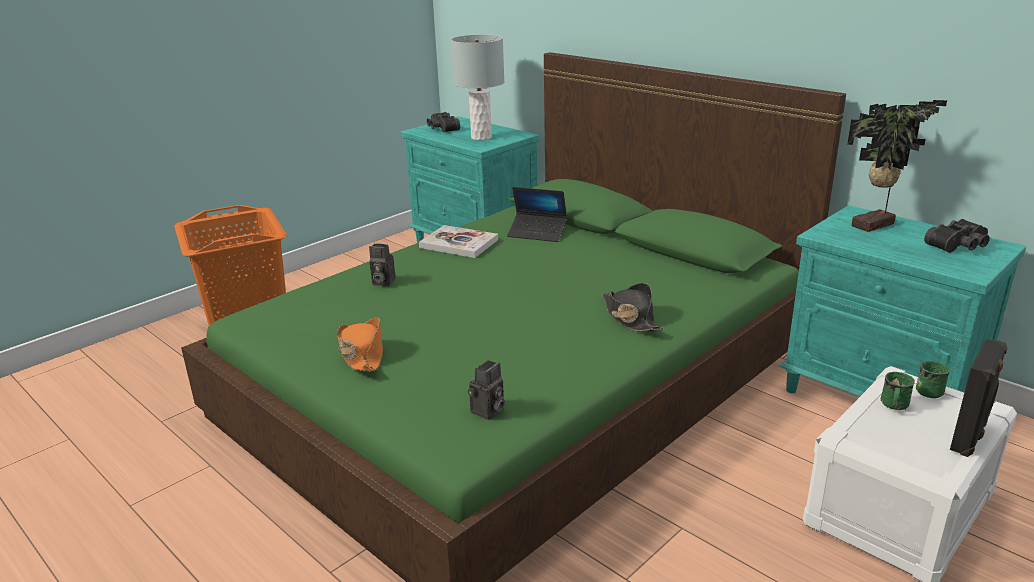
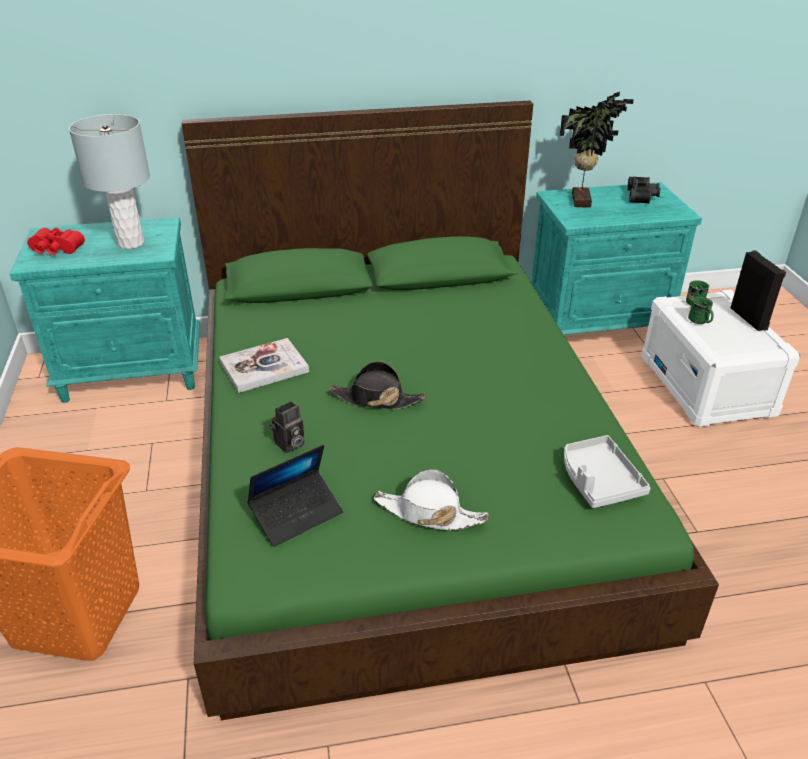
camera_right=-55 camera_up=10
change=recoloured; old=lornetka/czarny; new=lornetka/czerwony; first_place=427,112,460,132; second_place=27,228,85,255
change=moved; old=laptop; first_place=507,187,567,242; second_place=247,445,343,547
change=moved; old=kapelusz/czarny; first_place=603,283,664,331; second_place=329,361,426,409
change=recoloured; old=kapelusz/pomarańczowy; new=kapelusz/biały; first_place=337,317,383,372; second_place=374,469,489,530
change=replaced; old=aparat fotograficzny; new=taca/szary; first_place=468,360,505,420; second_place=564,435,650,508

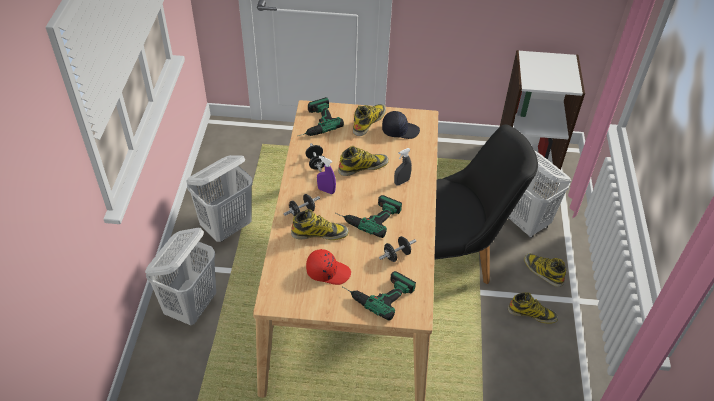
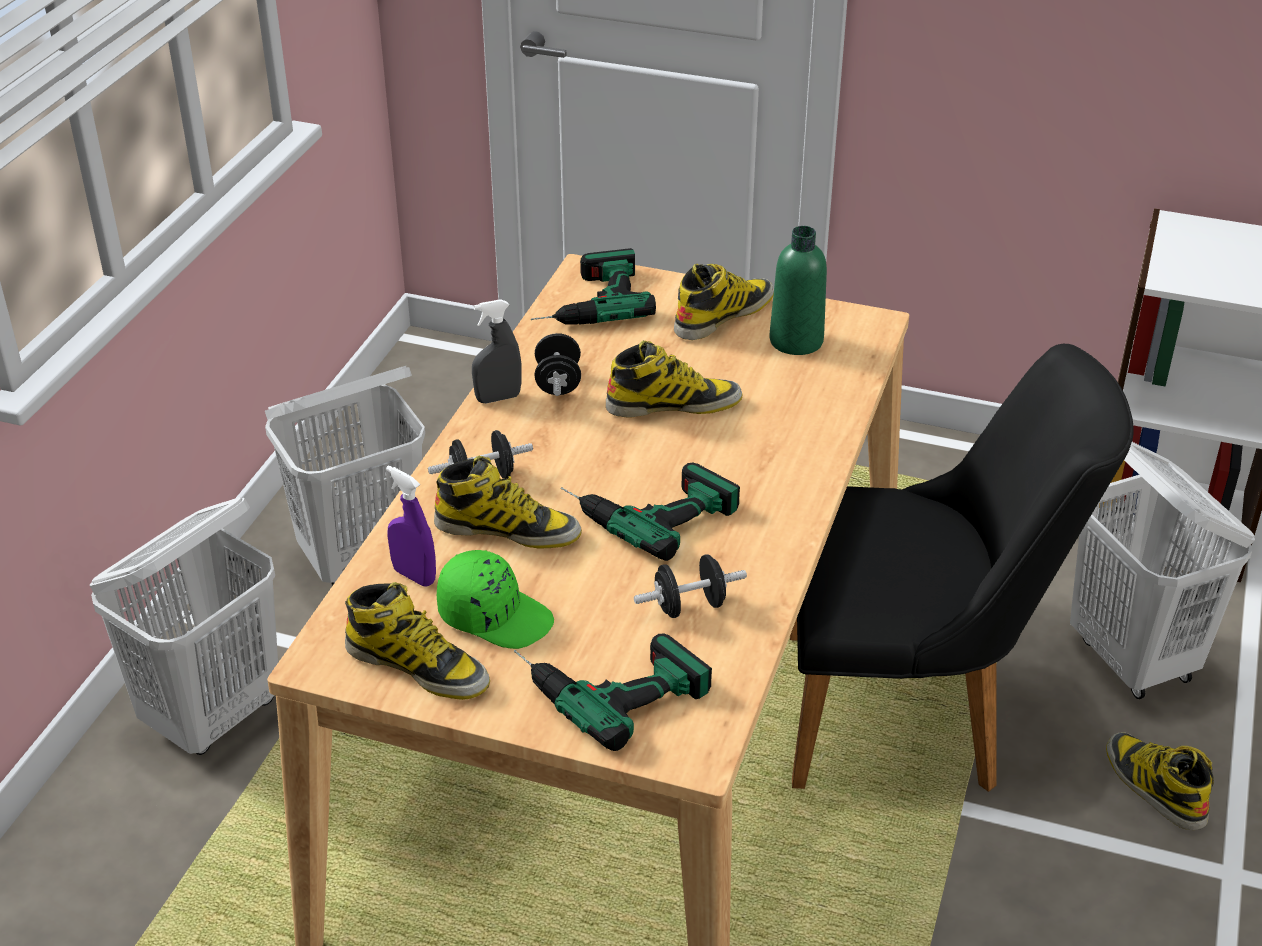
camera_right=15 camera_up=-10
change=moved; old=but z cholewką; first_place=508,293,558,323; second_place=345,582,490,700
change=moved; old=spryskiwacz/fioletowy; first_place=317,156,336,194; second_place=386,465,436,586
change=recoloured; old=czapka z daszkiem/czerwony; new=czapka z daszkiem/zielony; first_place=306,249,351,285; second_place=437,550,554,649
change=moved; old=spryskiwacz/szary; first_place=394,148,412,185; second_place=472,299,522,403
change=replaced; old=czapka z daszkiem/czarny; new=butelka/zielony; first_place=382,111,420,139; second_place=769,226,827,355

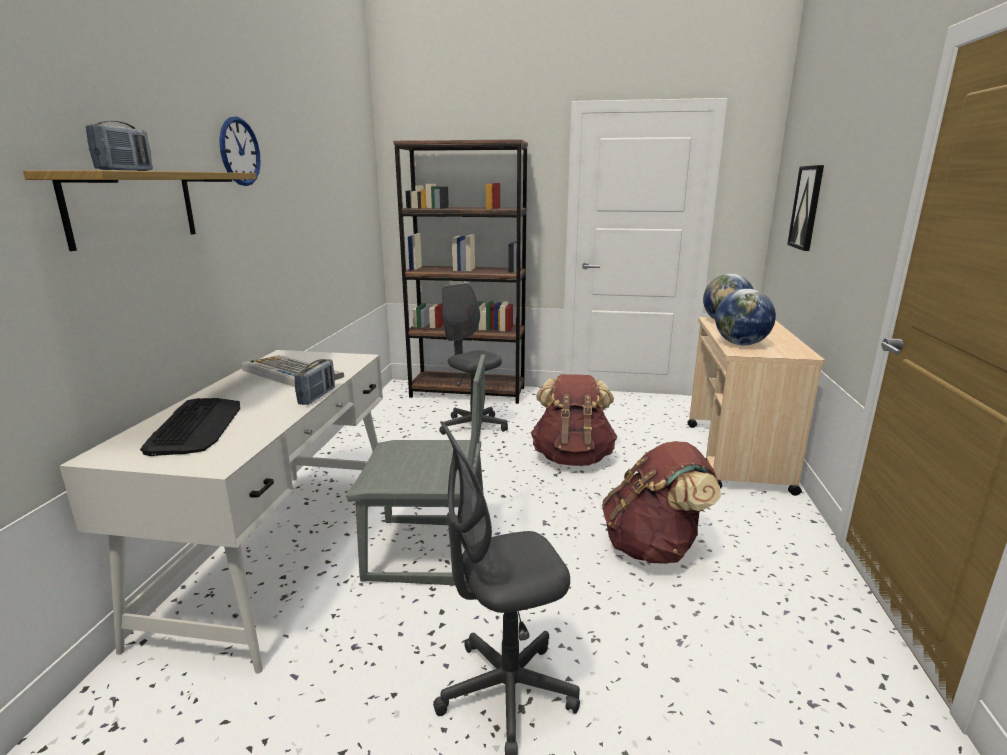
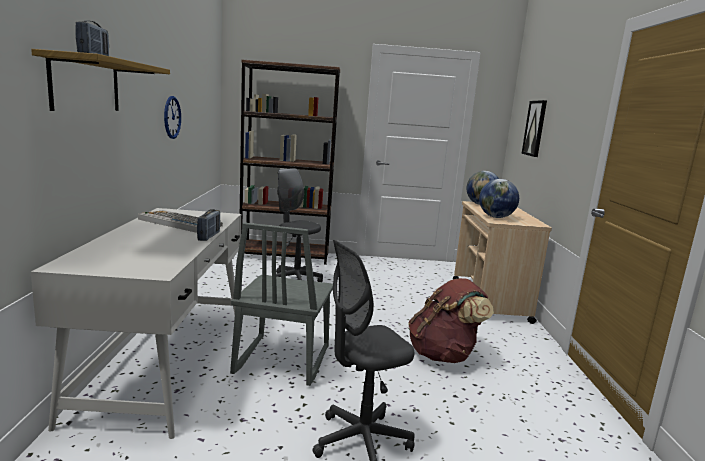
camera_right=-10 camera_up=-5
change=moved; old=zegar ścienny; first_place=219,117,261,186; second_place=164,96,181,139
change=turned; old=krzesło/szary; first_place=346,354,485,585; second_place=230,222,333,386; degrees=105
change=removed; old=klawiatura; first_place=140,398,240,456
change=removed; old=plecak/brązowy; first_place=531,374,617,466

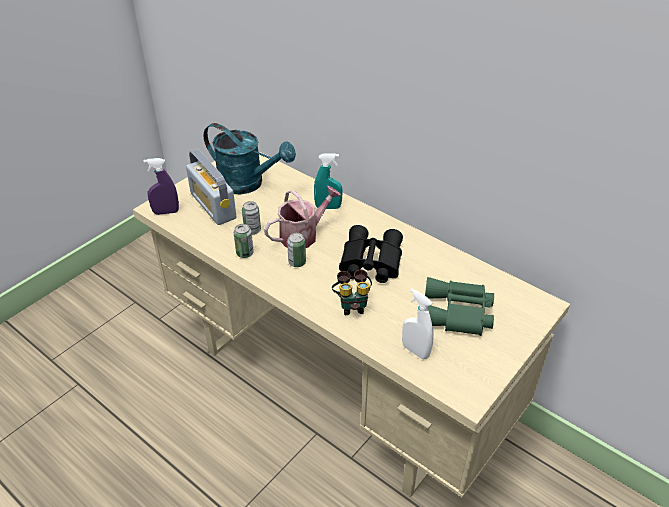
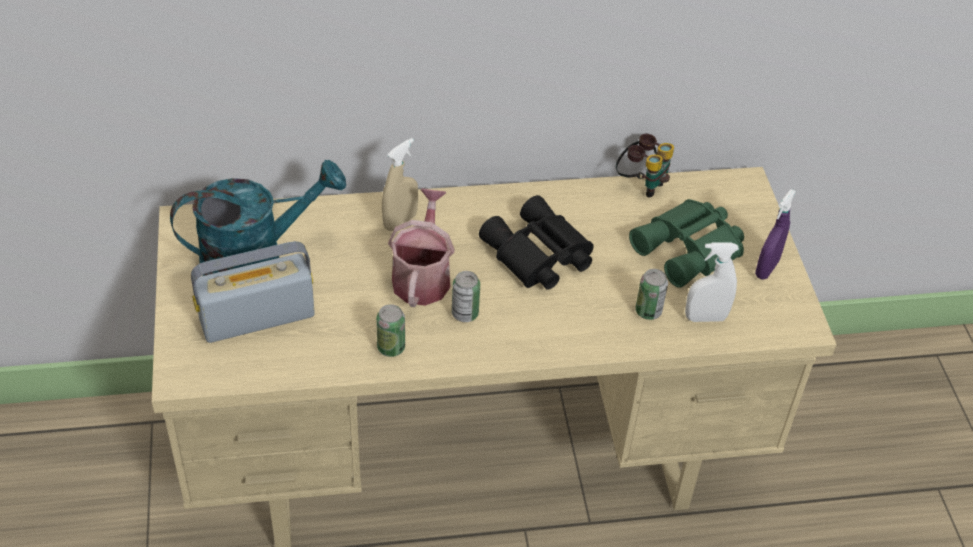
camera_right=-50 camera_up=5
change=turned; old=radio; first_place=186,149,236,225; second_place=191,241,315,343; degrees=150
change=recoloured; old=spryskiwacz/turkusowy; new=spryskiwacz/beżowy; first_place=314,154,343,209; second_place=382,138,418,231
change=moved; old=lornetka; first_place=332,270,372,315; second_place=616,134,674,198
change=moved; old=puszka; first_place=242,201,261,235; second_place=635,269,668,320
change=moved; old=spryskiwacz/fioletowy; first_place=144,158,179,215; second_place=755,189,796,280

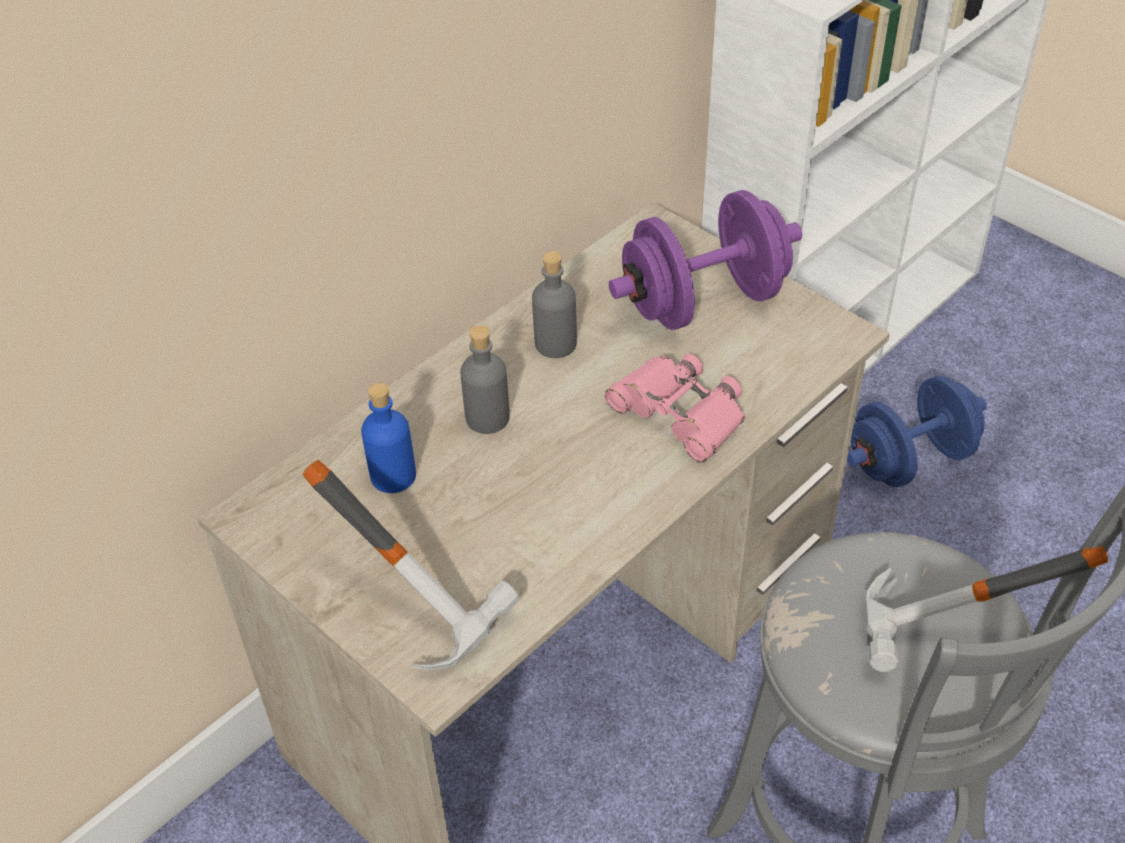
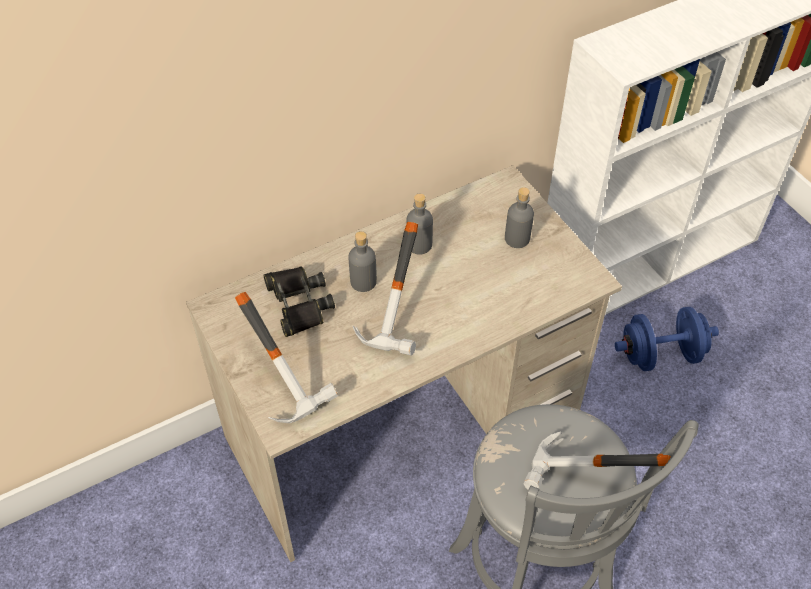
camera_right=15 camera_up=5
change=replaced; old=butelka/niebieski; new=lornetka/czarny; first_place=361,383,416,493; second_place=264,266,335,337
change=added; new=młotek; second_place=352,222,418,356
change=replaced; old=hantel/fioletowy; new=butelka/szary; first_place=609,190,802,330; second_place=505,187,534,248
change=removed; old=lornetka/różowy; first_place=605,354,745,463

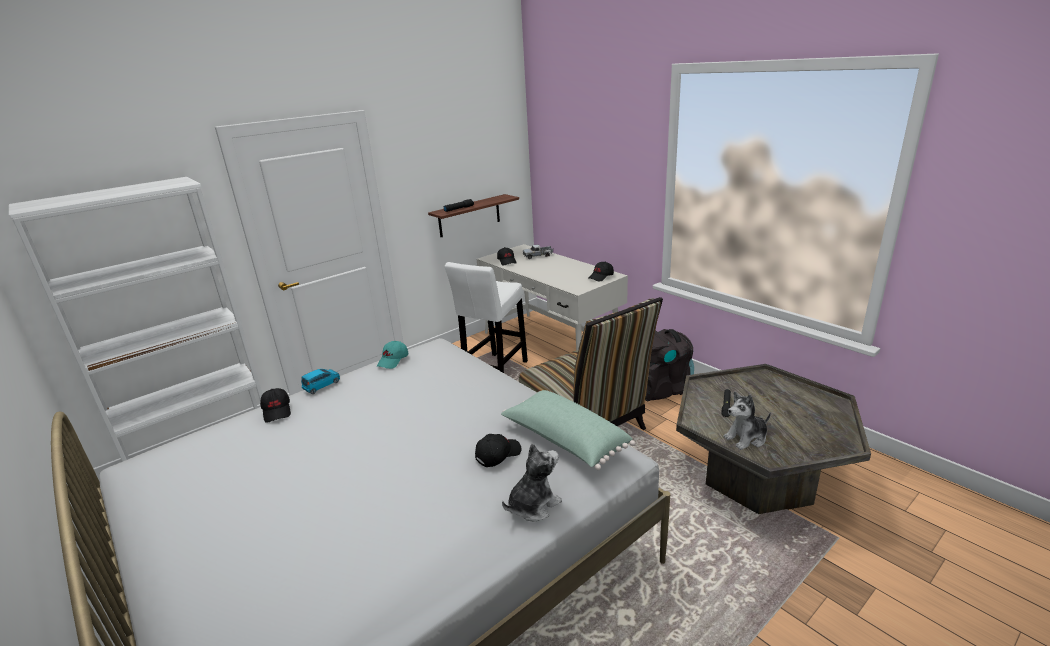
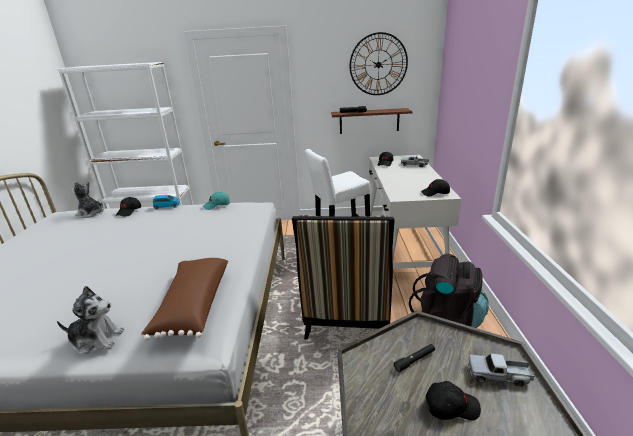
camera_right=40 camera_up=0
change=moved; old=pluszak; first_place=723,391,771,450; second_place=72,181,104,218
change=recoloured; old=poduszka/zielony; new=poduszka/brązowy; first_place=501,390,635,470; second_place=141,258,228,341
change=added; new=zegar ścienny; second_place=349,32,408,95
change=moved; old=czapka z daszkiem/czarny; first_place=475,434,522,467; second_place=426,381,481,421
change=added; new=ciężarówka zabawkowa; second_place=468,353,534,386

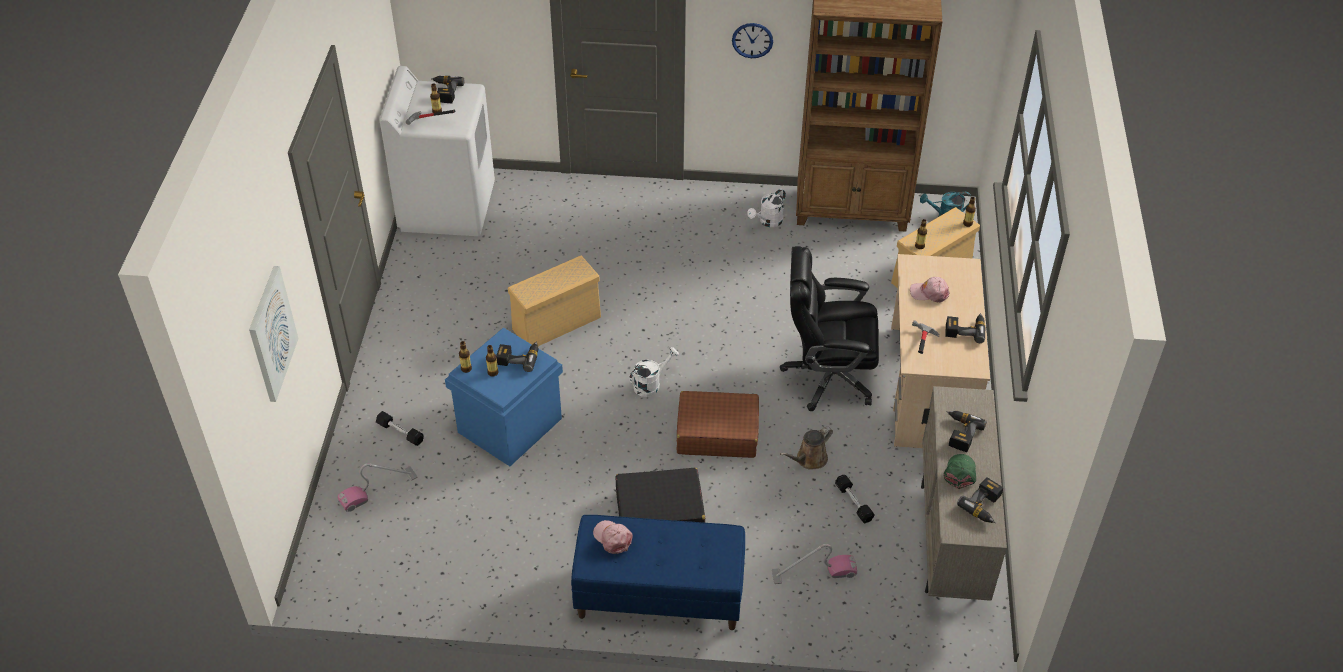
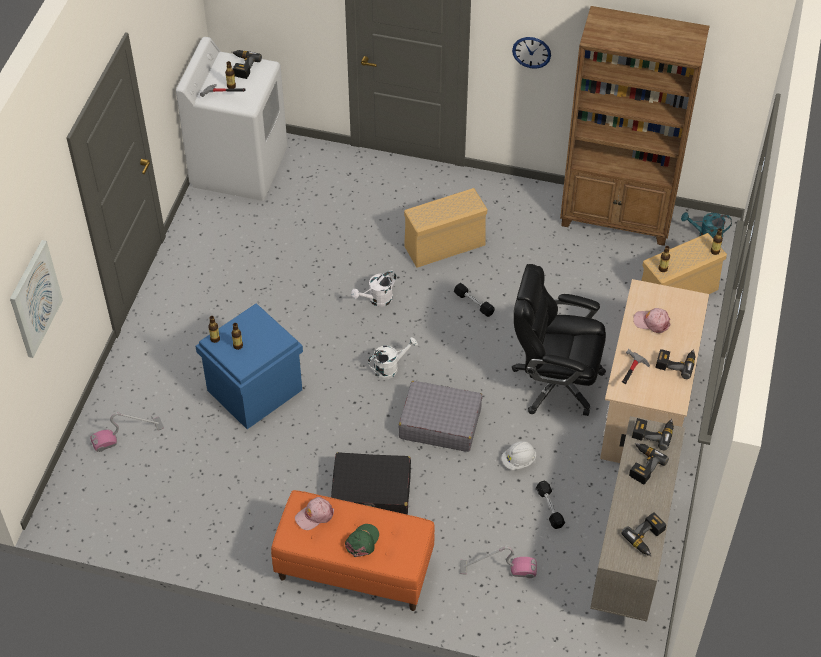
camera_right=10 camera_up=5
change=recoloured; old=ławka/niebieski; new=ławka/pomarańczowy; first_place=571,515,745,630; second_place=271,490,435,611
change=turned; old=czapka z daszkiem/różowy; first_place=593,520,633,554; second_place=295,497,334,530; degrees=-90
change=moved; old=czapka z daszkiem/zielony; first_place=944,454,977,489; second_place=345,524,379,557
change=moved; old=konewka/biały; first_place=747,189,786,227; second_place=351,271,396,307
change=recoloured; old=walizka/brązowy; new=walizka/szary; first_place=677,391,759,458; second_place=399,381,482,452
change=moved; old=pojemnik do przechowywania/beżowy; first_place=508,256,601,346; second_place=404,188,487,268
change=moved; old=hantel/czarny; first_place=376,411,424,446; second_place=454,283,495,317
change=replaced; old=konewka/brązowy; new=kask/biały; first_place=780,427,833,470; second_place=501,441,536,470
change=moved; old=wiertarka; first_place=496,341,539,372; second_place=632,418,674,450

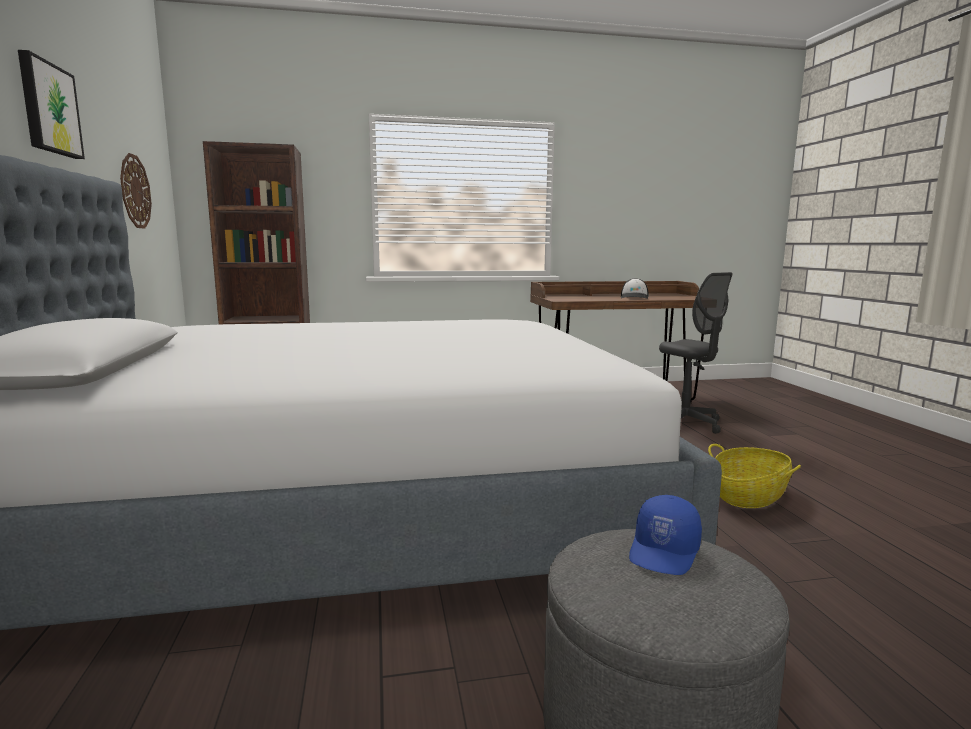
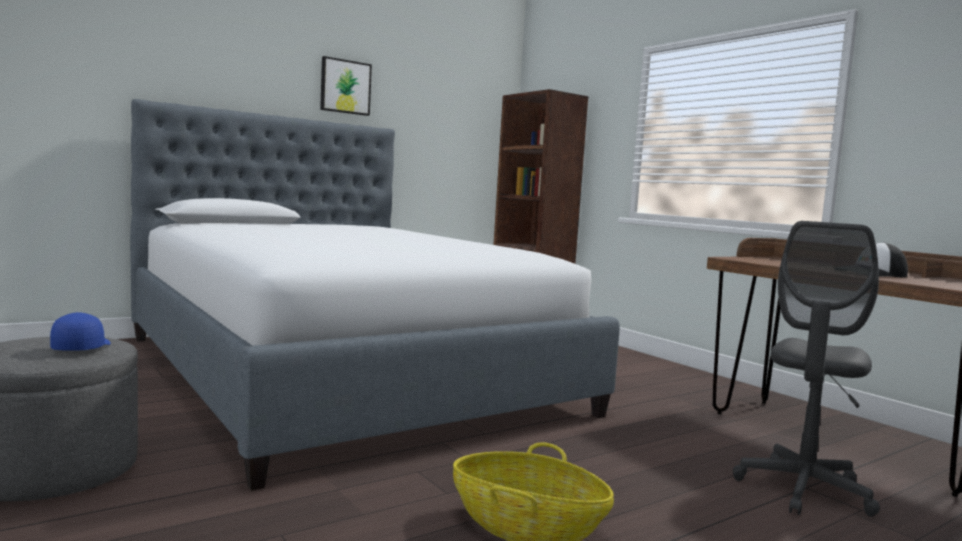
camera_right=65 camera_up=-5
change=turned; old=czapka z daszkiem/niebieski; first_place=629,495,702,575; second_place=50,312,111,351; degrees=75
change=removed; old=zegar ścienny; first_place=120,153,152,229

